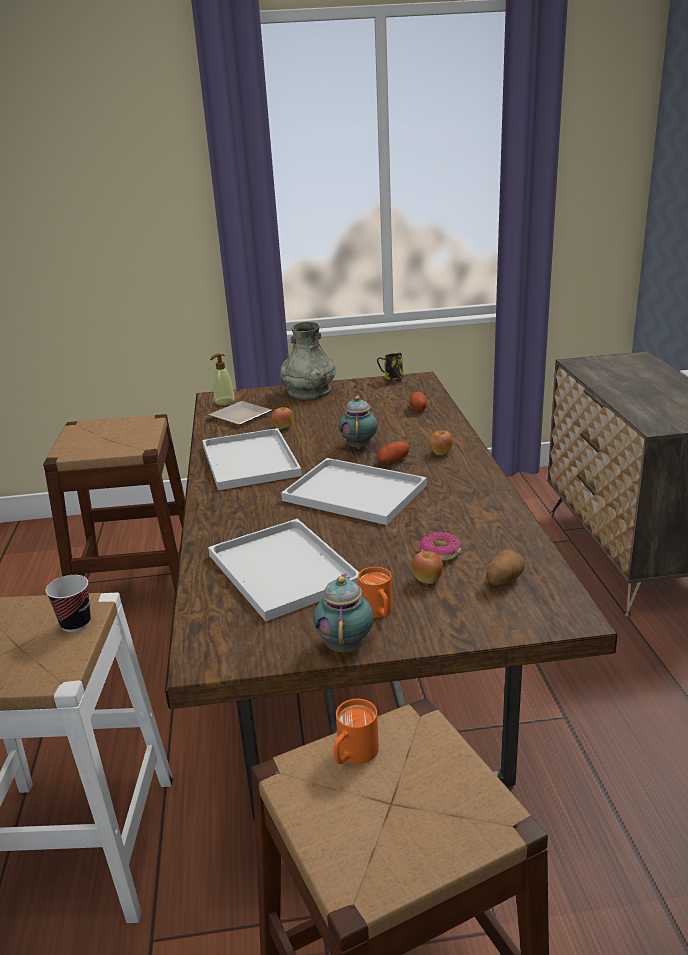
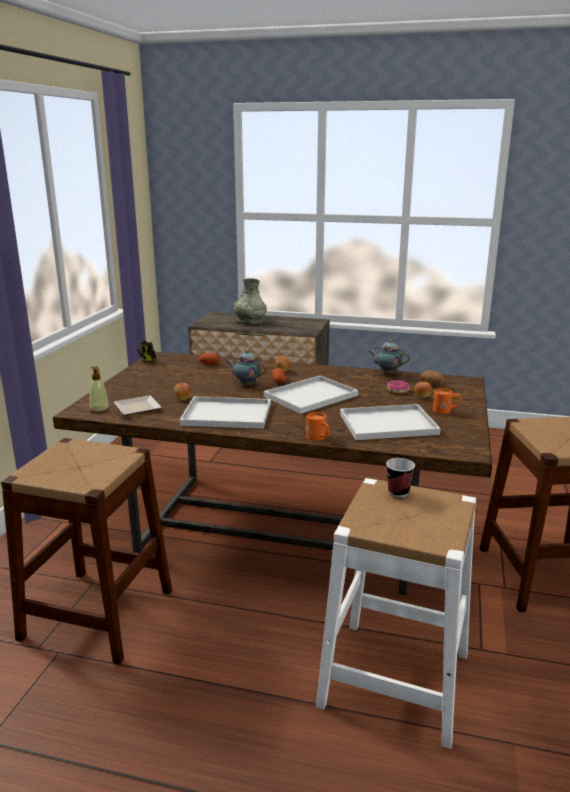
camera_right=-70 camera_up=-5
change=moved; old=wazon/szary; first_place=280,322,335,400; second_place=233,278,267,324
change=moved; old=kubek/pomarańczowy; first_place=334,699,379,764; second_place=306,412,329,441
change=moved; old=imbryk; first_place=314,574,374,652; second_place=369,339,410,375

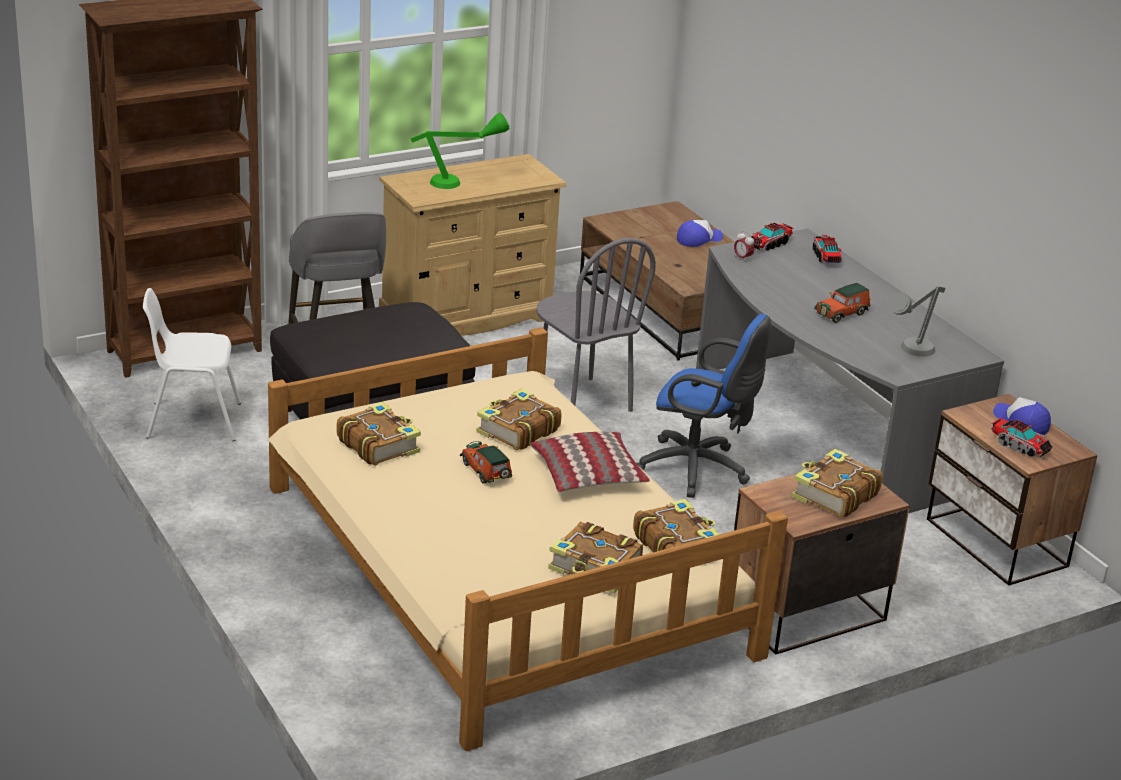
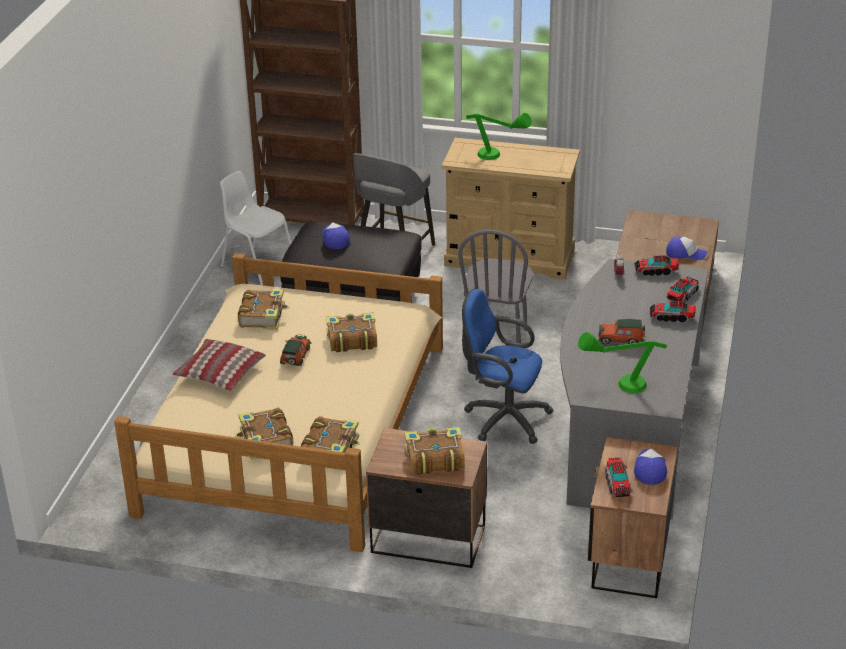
camera_right=45 camera_up=5
change=moved; old=poduszka; first_place=530,432,650,492; second_place=173,339,266,391
change=added; new=czapka z daszkiem; second_place=322,222,350,249
change=turned; old=krzesło biurowe/niebieski; first_place=637,314,771,498; second_place=462,288,553,444; degrees=135
change=recoloured; old=lampa stołowa/szary; new=lampa stołowa/zielony; first_place=888,286,945,357; second_place=578,332,667,393
change=added; new=ciężarówka zabawkowa; second_place=649,300,696,323

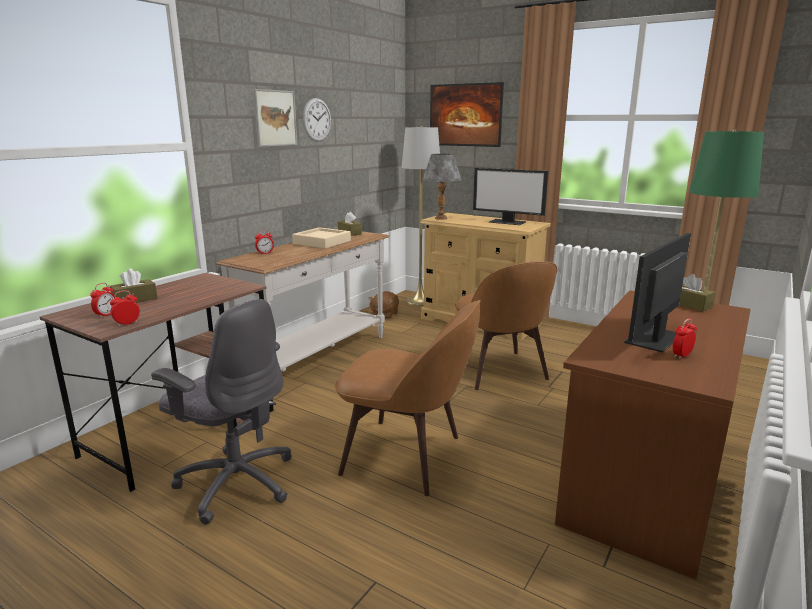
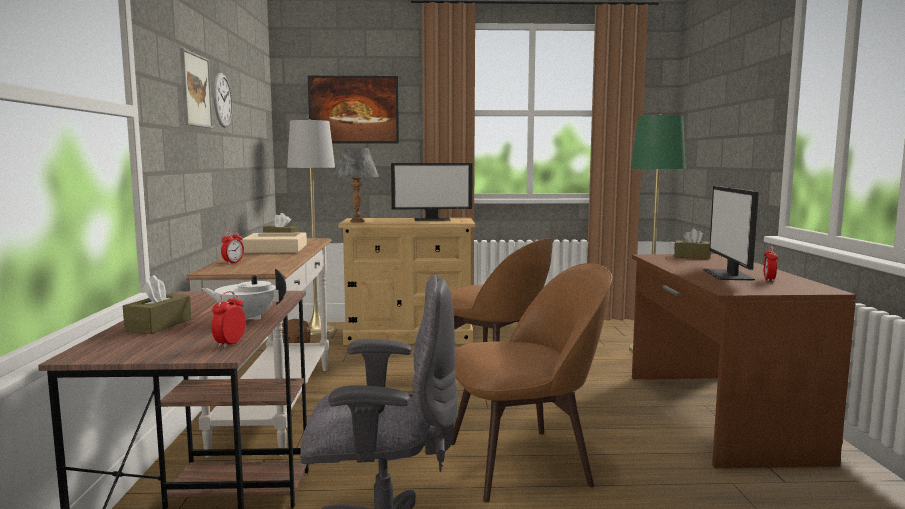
camera_right=-35 camera_up=-10
change=added; new=imbryk/biały; second_place=202,269,286,320
change=removed; old=budzik; first_place=90,283,115,318

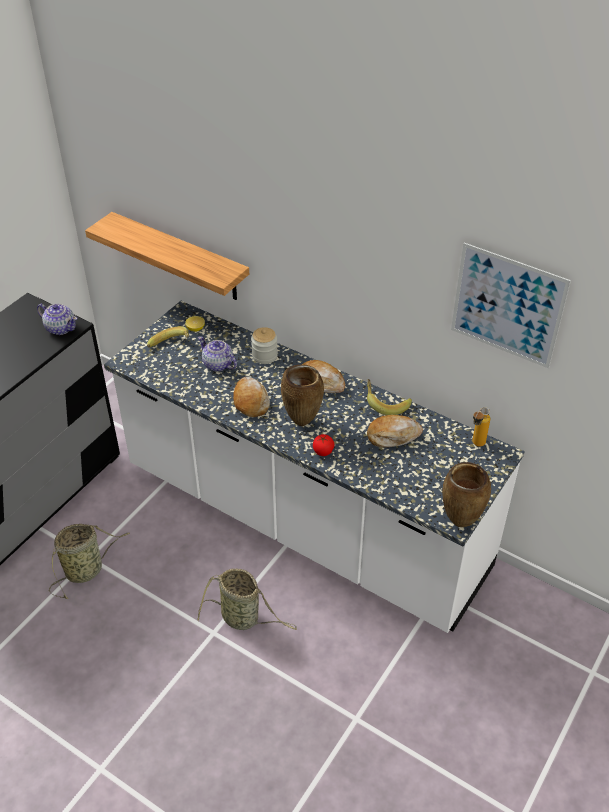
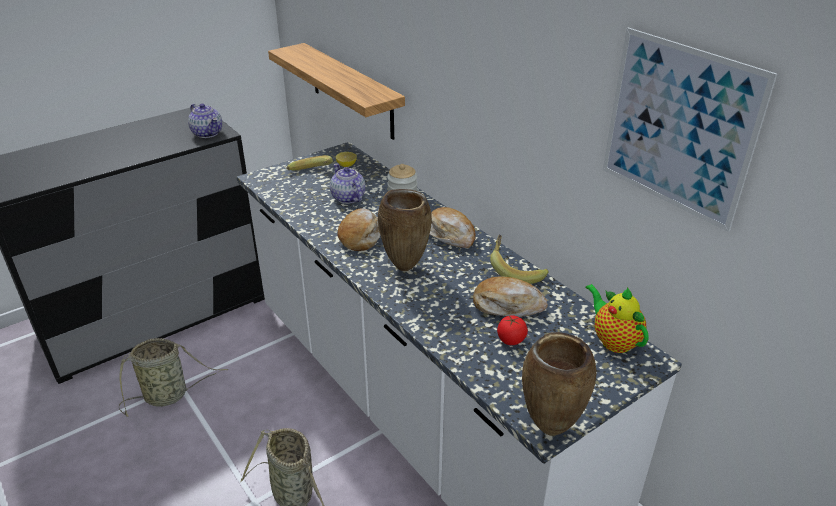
camera_right=20 camera_up=-10
change=moved; old=pomidor; first_place=313,434,334,456; second_place=497,315,528,345
change=replaced; old=butelka; new=imbryk; first_place=472,407,490,447; second_place=585,284,649,353

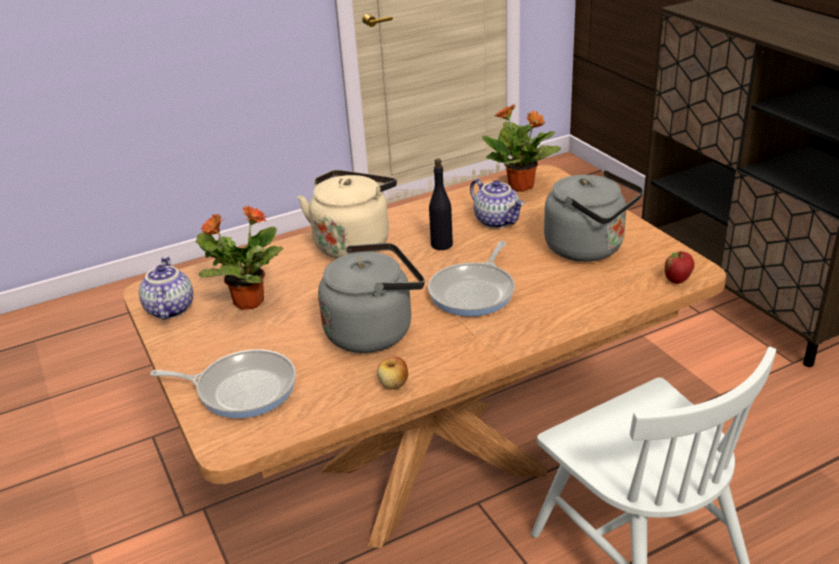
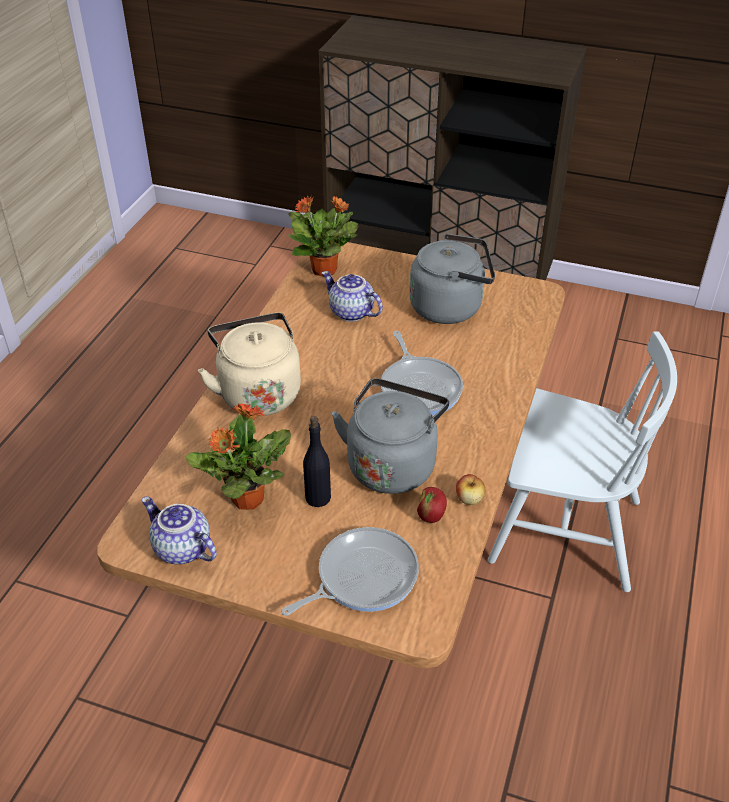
camera_right=-45 camera_up=10
change=moved; old=butelka/czarny; first_place=429,158,453,250; second_place=303,416,331,507
change=turned; old=imbryk; first_place=470,179,524,228; second_place=322,271,383,322; degrees=-150
change=moved; old=jabłko; first_place=665,251,694,284; second_place=417,487,447,523

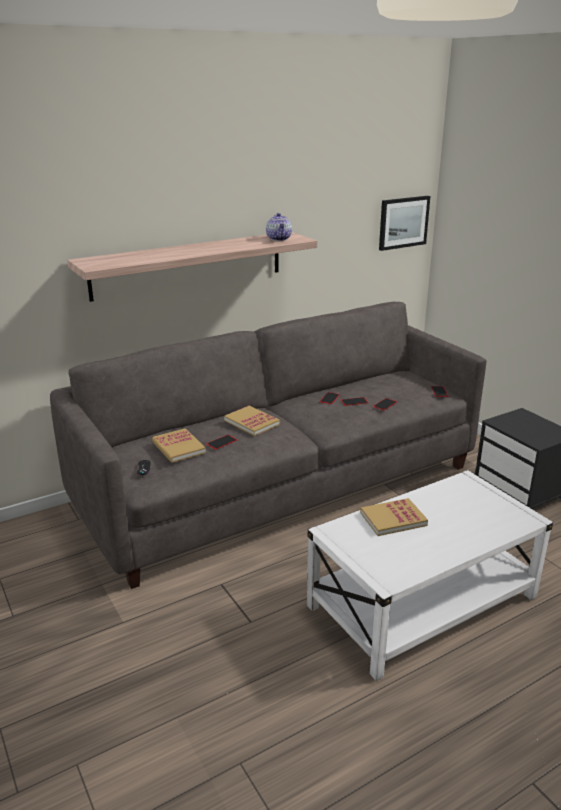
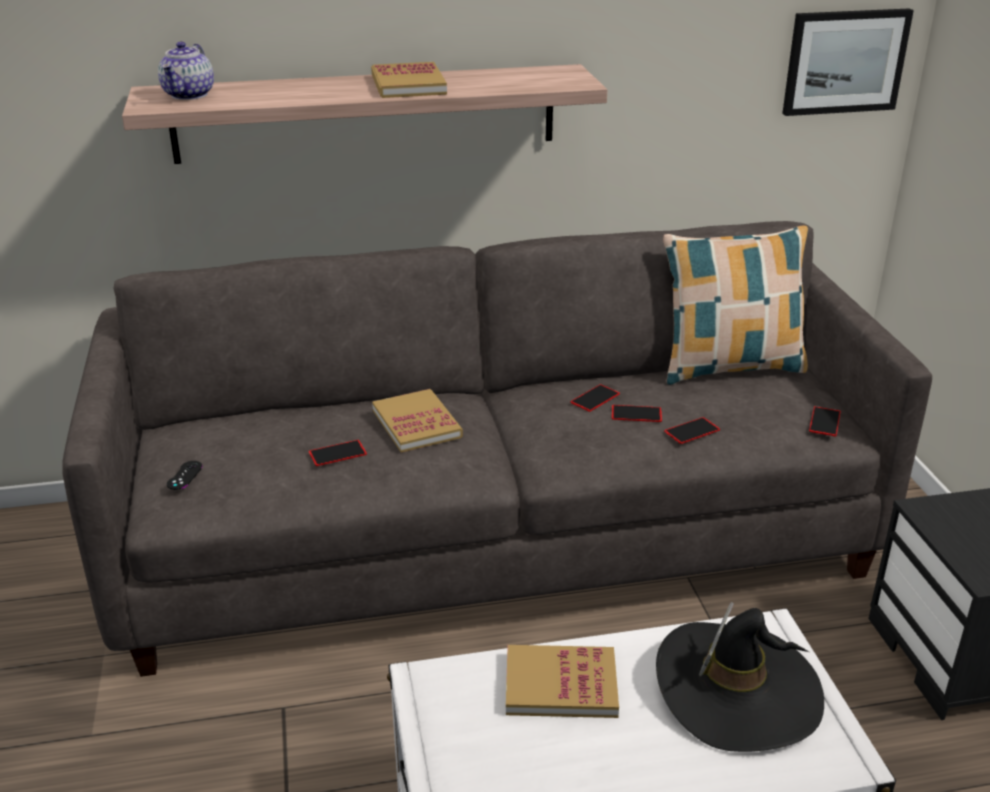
camera_right=20 camera_up=5
change=moved; old=imbryk; first_place=266,213,292,241; second_place=158,42,214,100
change=moved; old=książka; first_place=152,428,206,463; second_place=371,62,447,98
change=added; new=kapelusz/czarny; second_place=656,602,824,752
change=added; new=poduszka; second_place=663,226,808,385

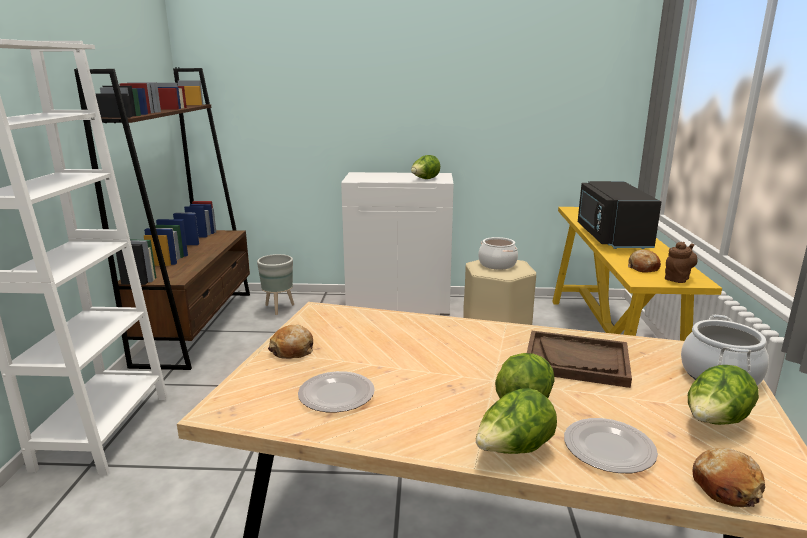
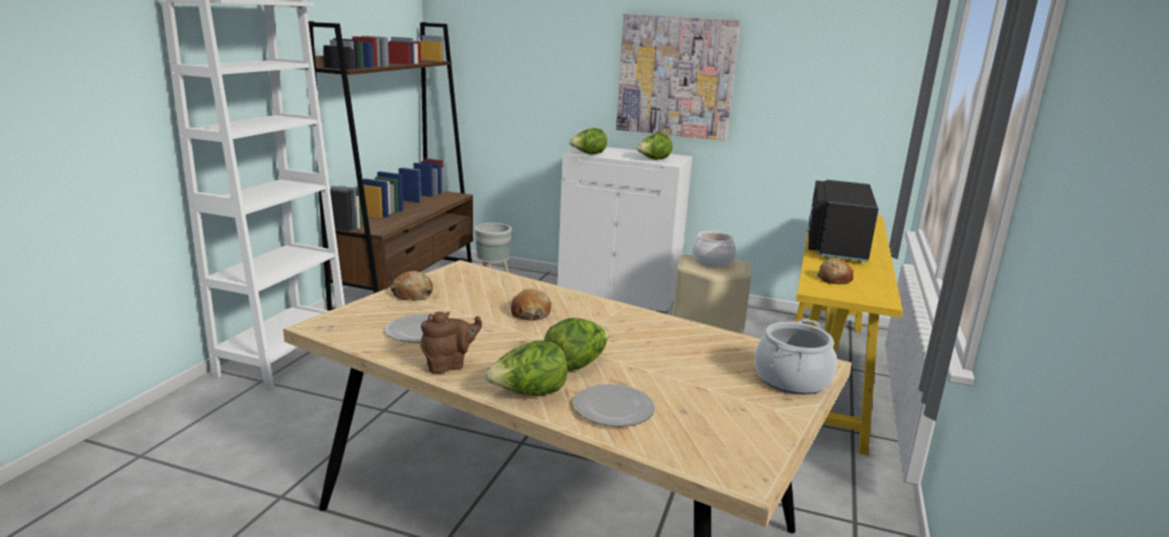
camera_right=15 camera_up=0
change=moved; old=imbryk/brązowy; first_place=665,242,698,283; second_place=421,312,482,374
change=moved; old=chleb; first_place=693,448,765,507; second_place=511,289,551,321
change=moved; old=sałata; first_place=688,365,759,425; second_place=569,128,607,154
change=added; new=obraz; second_place=616,14,740,141
change=removed; old=taca/brązowy; first_place=527,331,632,388

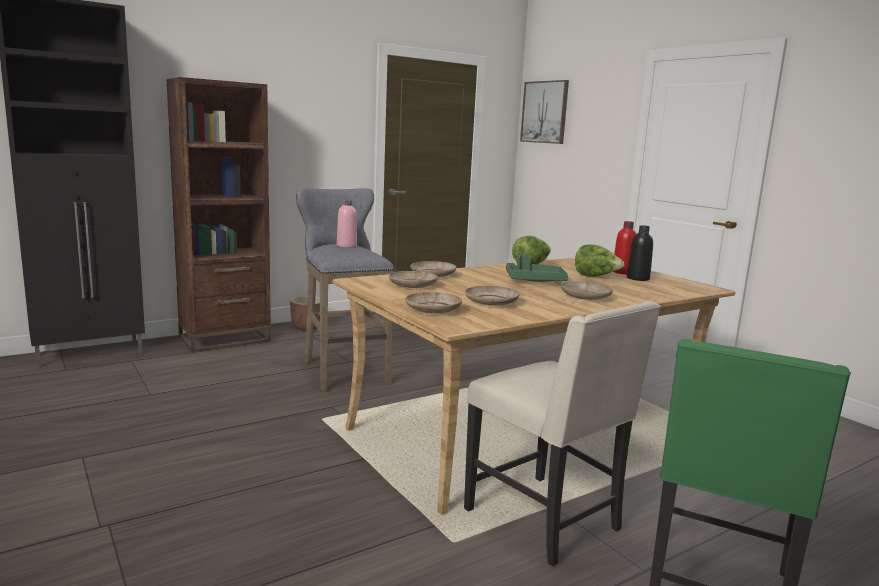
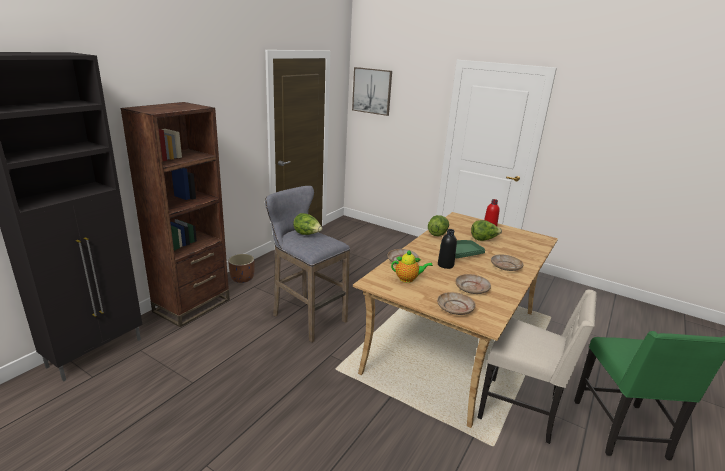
camera_right=-25 camera_up=10
change=replaced; old=butelka/różowy; new=sałata; first_place=337,199,357,248; second_place=293,213,322,235
change=replaced; old=talerz/beżowy; new=imbryk; first_place=389,271,438,288; second_place=391,250,433,283
change=moved; old=butelka/czarny; first_place=627,225,653,281; second_place=438,229,457,269

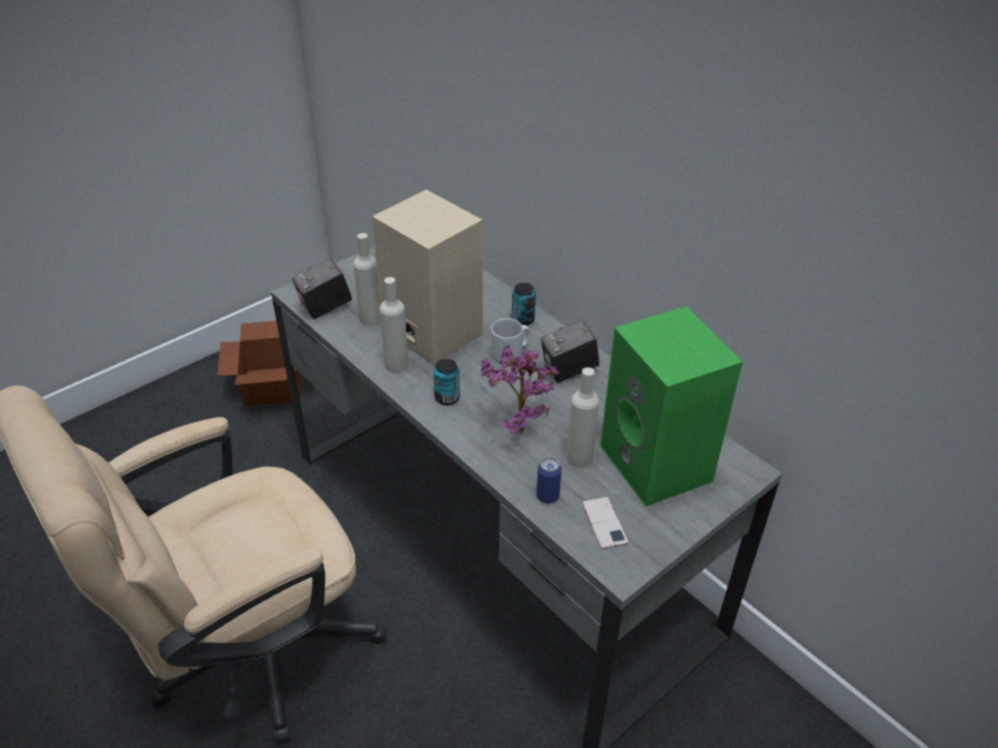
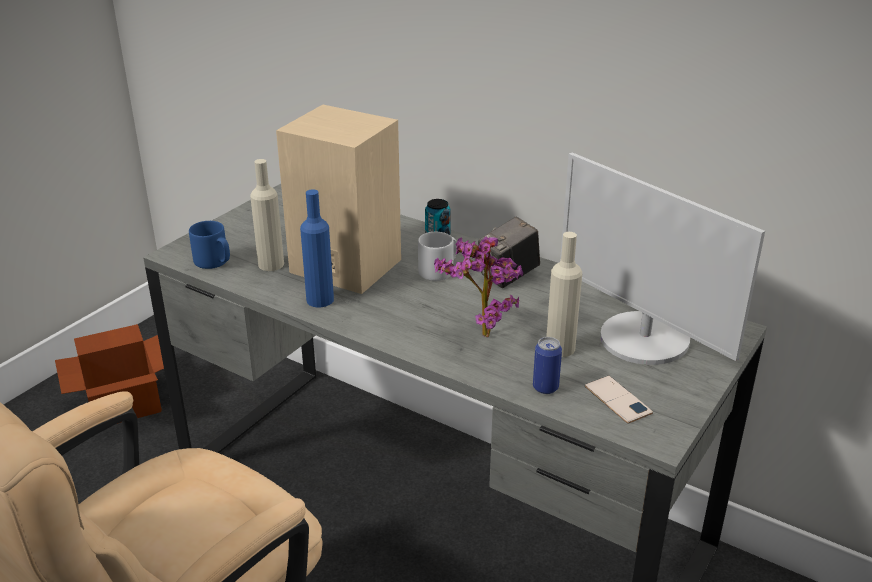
camera_right=-15 camera_up=-10
change=replaced; old=aparat fotograficzny; new=kubek/niebieski; first_place=292,258,352,319; second_place=189,221,230,269
change=recoloured; old=butelka/beżowy; new=butelka/niebieski; first_place=379,277,409,373; second_place=300,190,334,307
change=replaced; old=głośnik/zielony; new=monitor; first_place=600,306,743,507; second_place=560,153,765,365
change=removed; old=puszka; first_place=433,359,460,405

